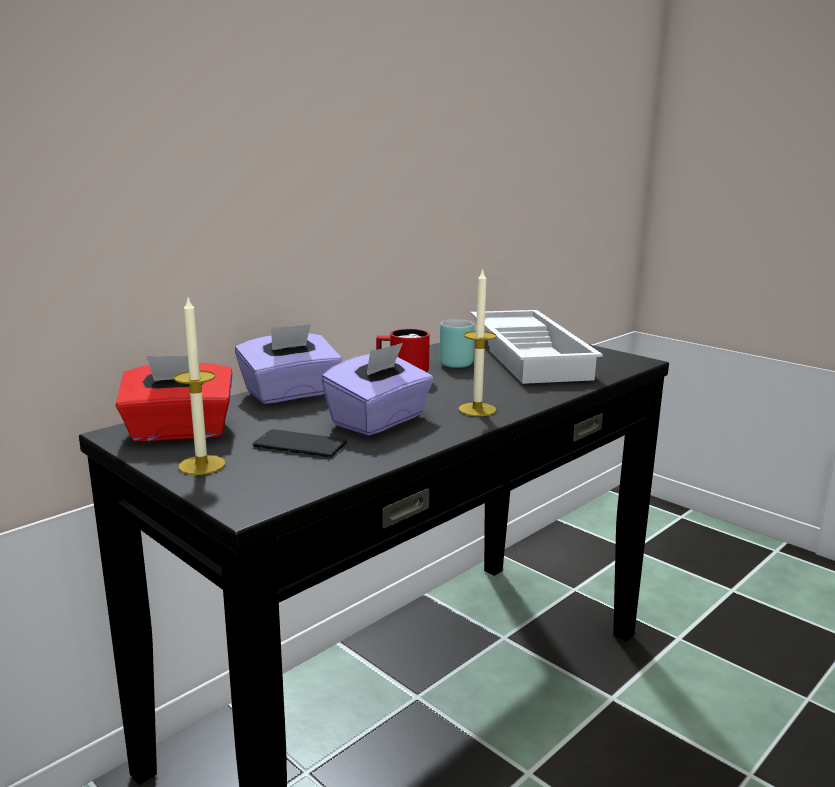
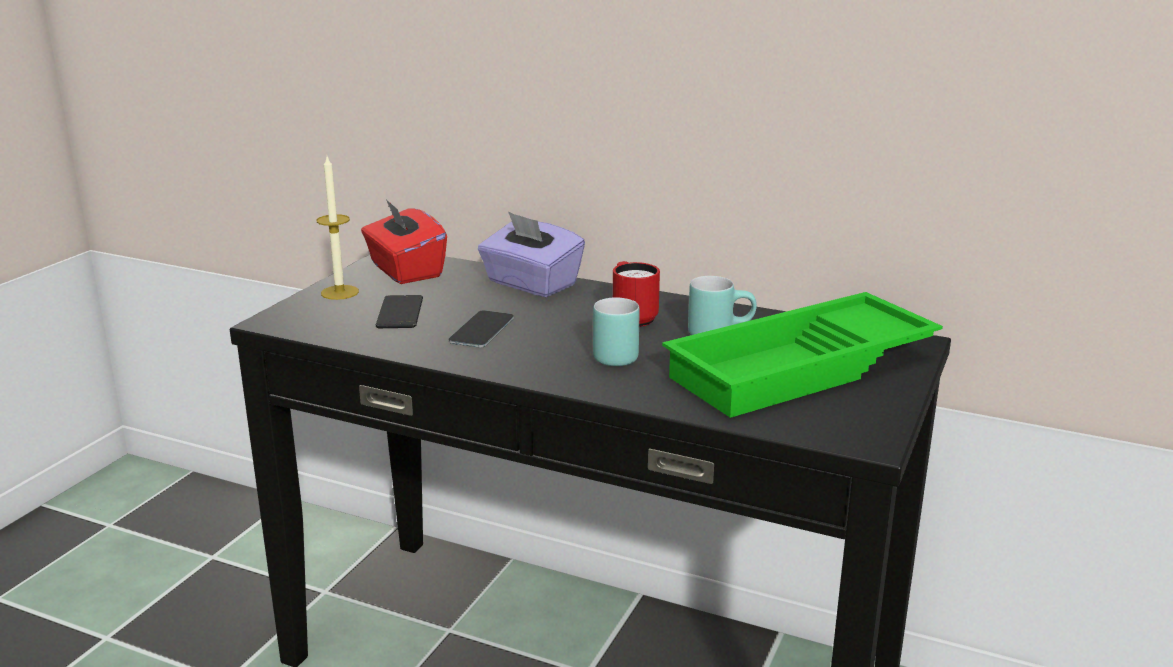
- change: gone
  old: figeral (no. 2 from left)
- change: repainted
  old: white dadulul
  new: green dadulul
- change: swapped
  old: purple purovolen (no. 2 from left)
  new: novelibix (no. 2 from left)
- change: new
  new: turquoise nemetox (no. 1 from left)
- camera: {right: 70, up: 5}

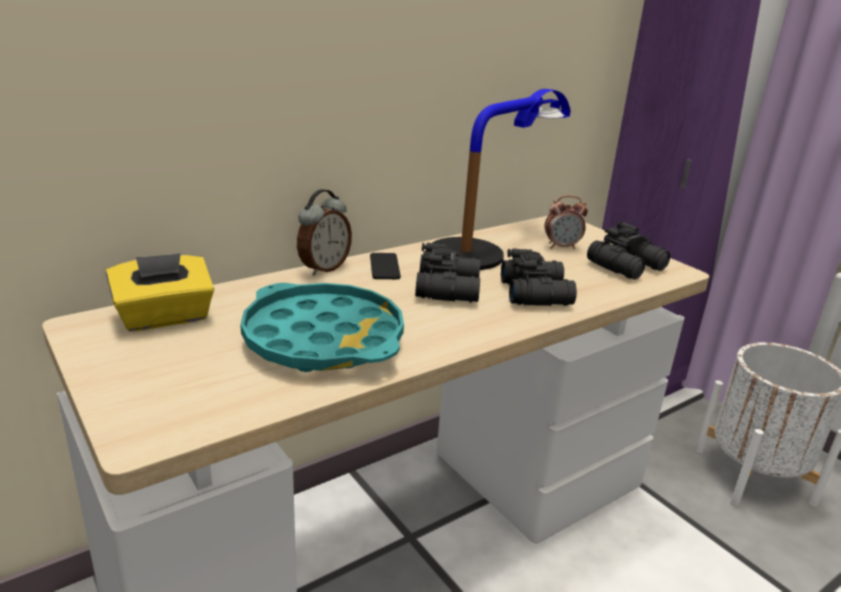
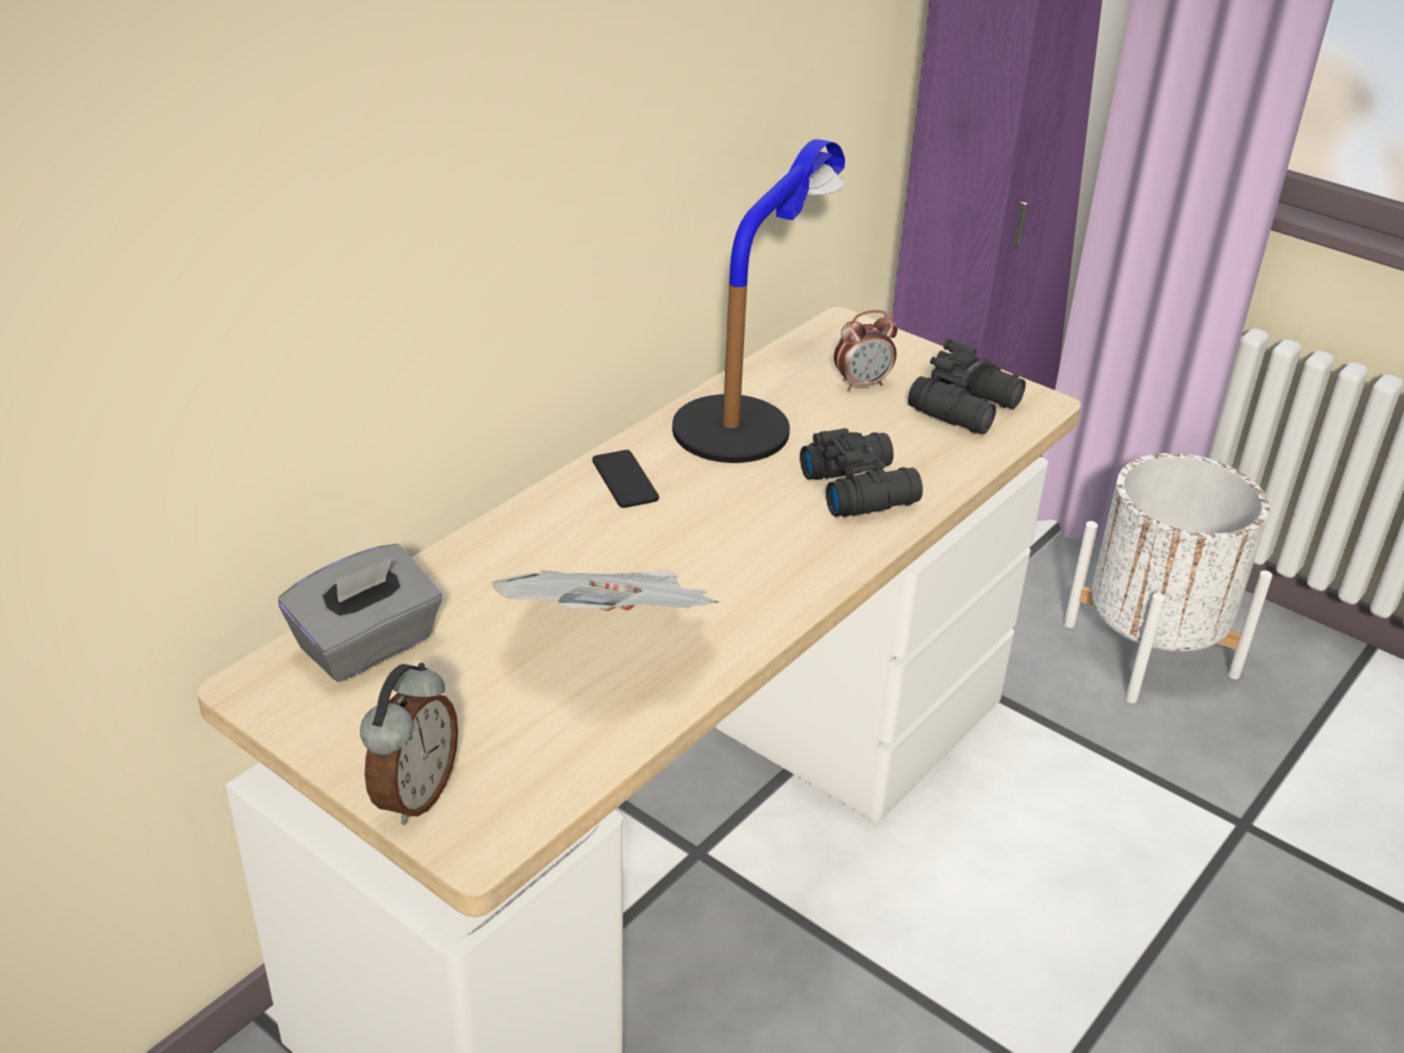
- change: shifted
  old: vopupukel (no. 1 from left)
- change: gone
  old: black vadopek (no. 1 from left)
- change: repainted
  old: yellow purovolen
  new: grey purovolen
- change: swapped
  old: turquoise dadulul
  new: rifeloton
- camera: {right: -15, up: 10}

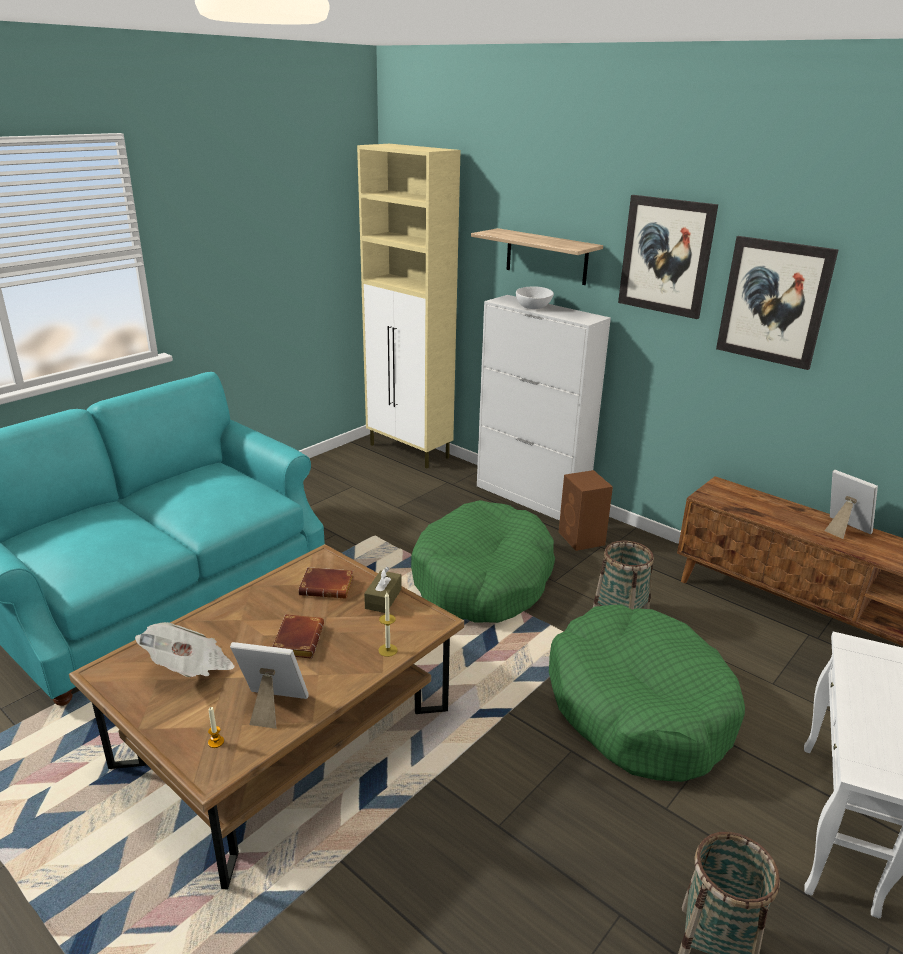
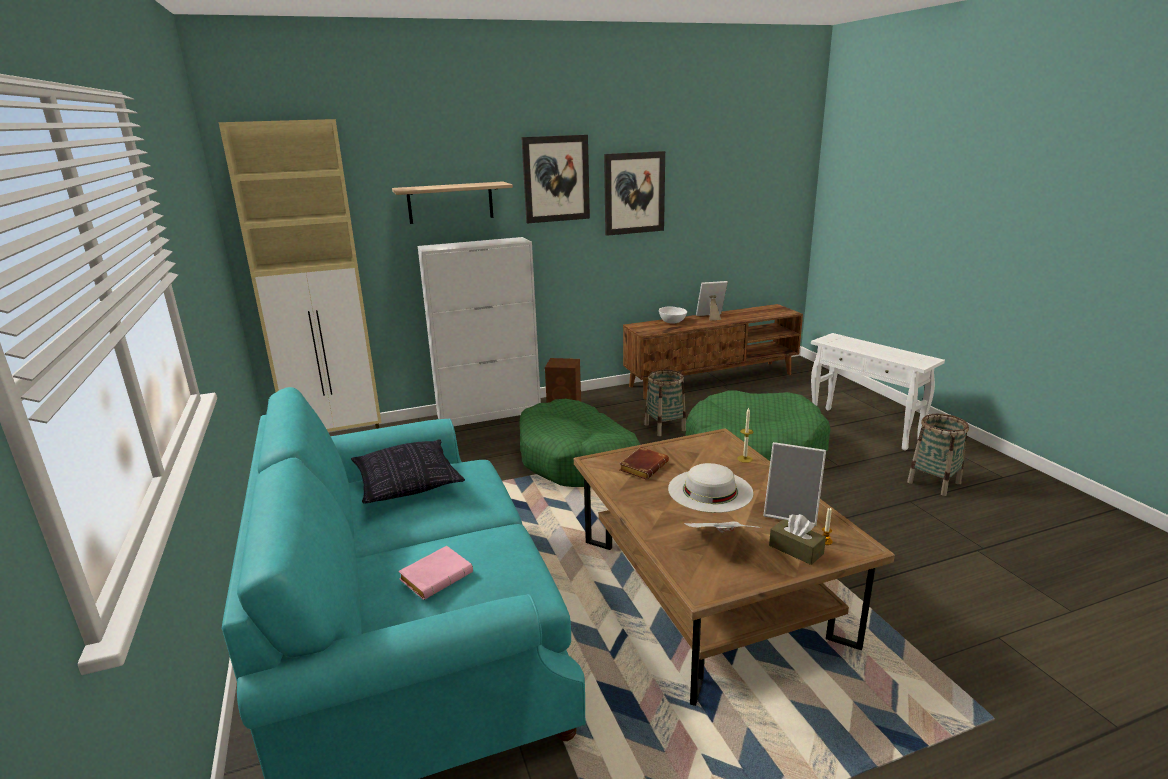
- change: shifted
  old: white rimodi
- change: shifted
  old: brown purovolen
- change: swapped
  old: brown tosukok (no. 1 from left)
  new: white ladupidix
- change: rotated
  old: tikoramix (no. 1 from left in the first image)
  degrees: -105
- change: new
  new: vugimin
- change: new
  new: pink tosukok
- camera: {right: -60, up: -5}

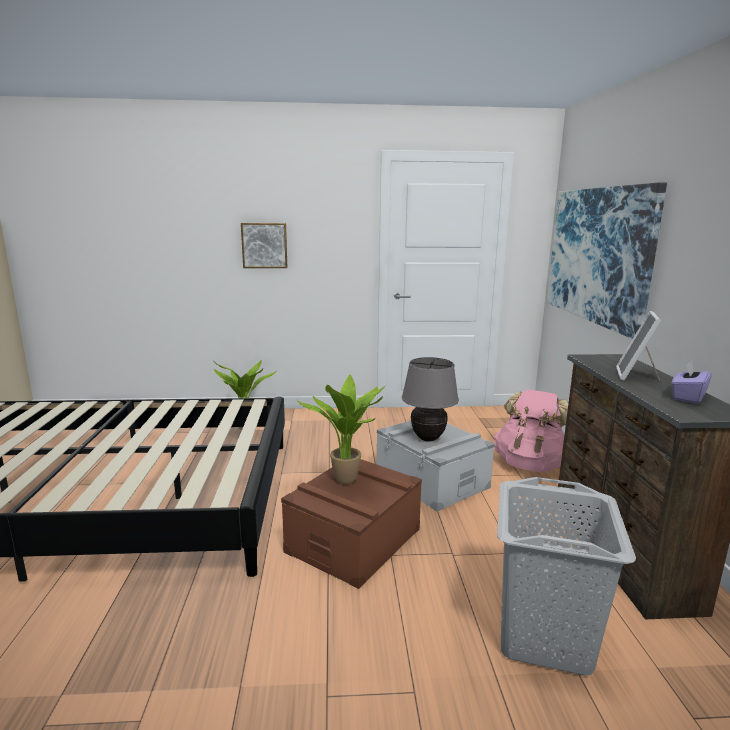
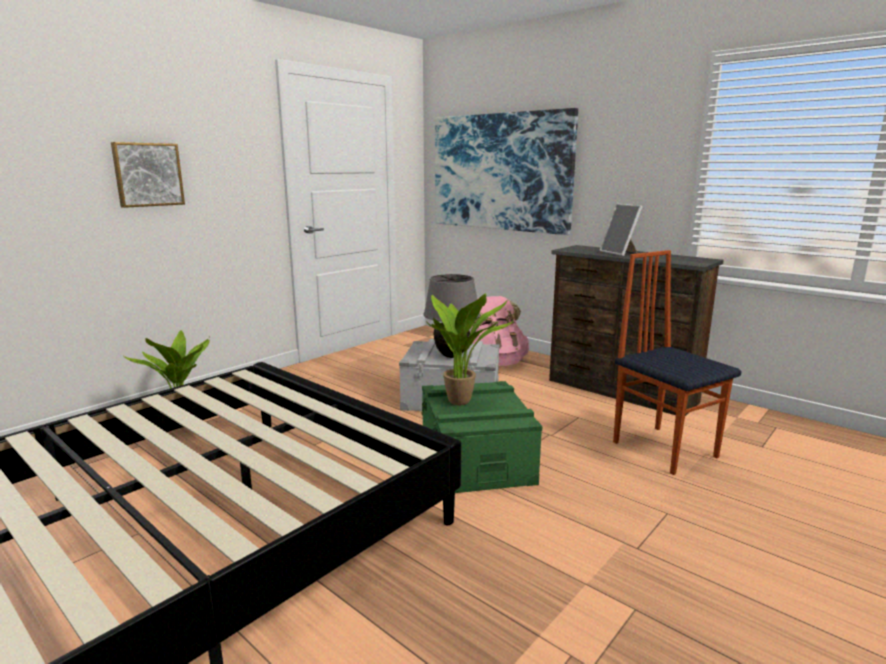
- change: gone
  old: purple purovolen
- change: repainted
  old: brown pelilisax
  new: green pelilisax
- change: swapped
  old: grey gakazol
  new: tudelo
- camera: {right: -45, up: 0}

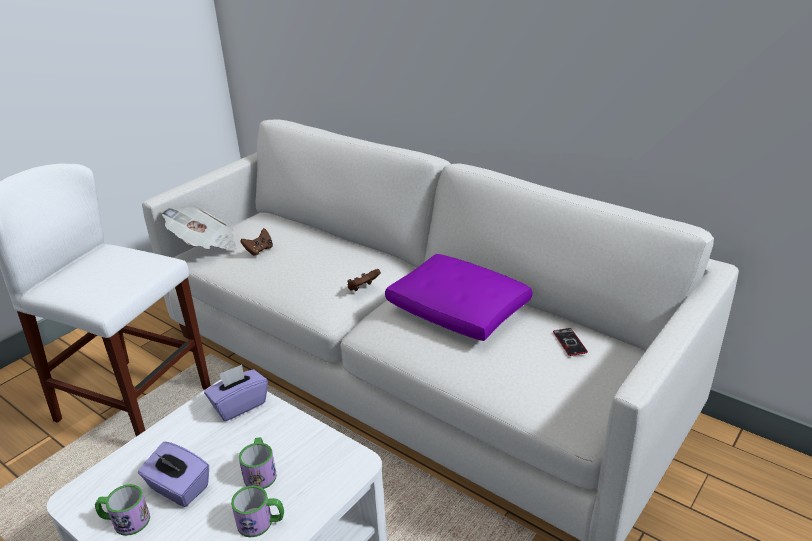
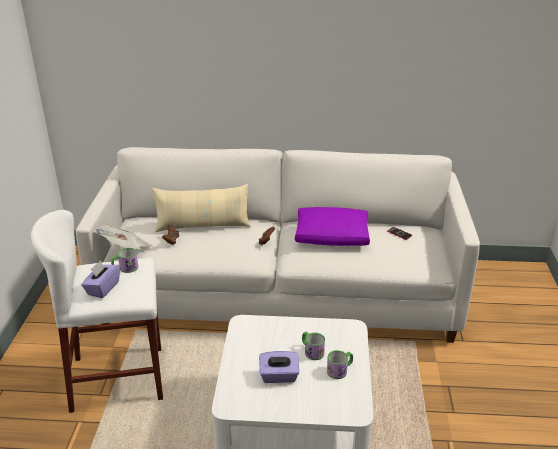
- change: shifted
  old: purple purovolen (no. 2 from left in the first image)
  new: purple purovolen (no. 1 from left)
- change: shifted
  old: nemetox (no. 1 from left)
- change: new
  new: beige vugimin
- camera: {right: -35, up: 0}

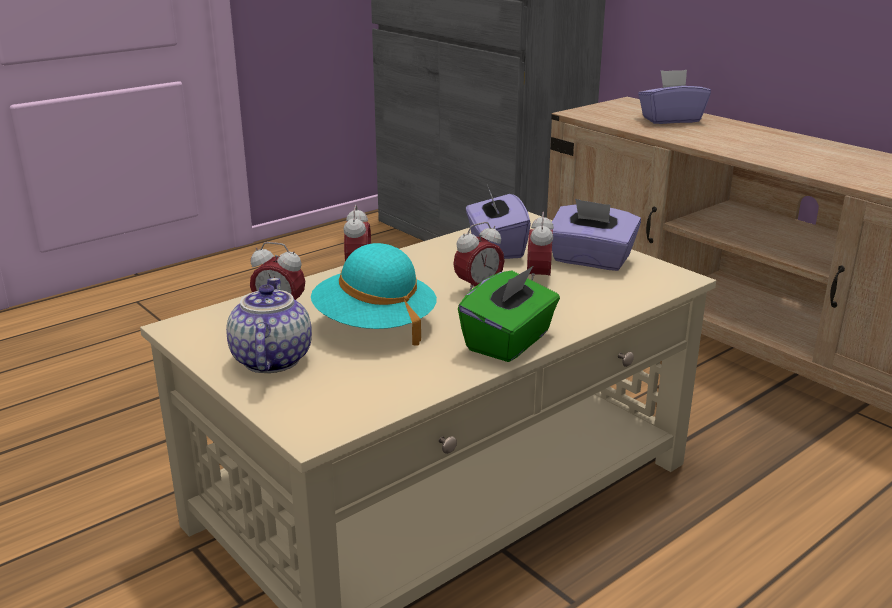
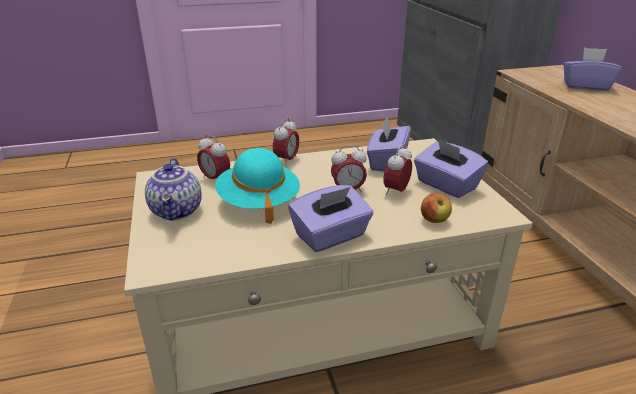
- change: repainted
  old: green purovolen
  new: purple purovolen (no. 1 from left)
- change: rotated
  old: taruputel
  degrees: 150
- change: new
  new: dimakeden
- camera: {right: 25, up: 5}

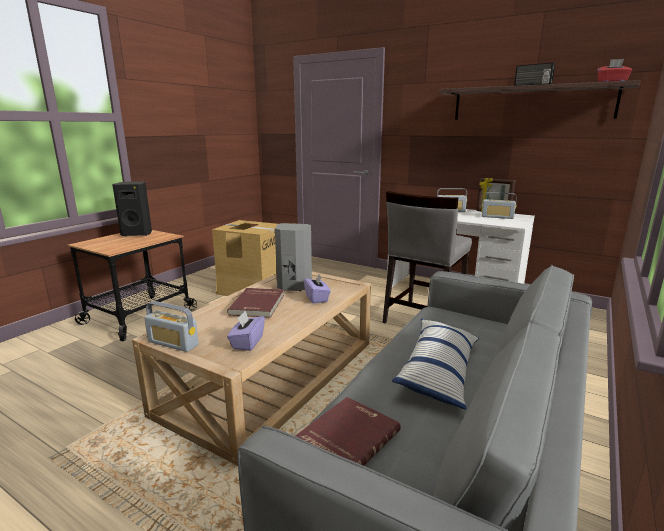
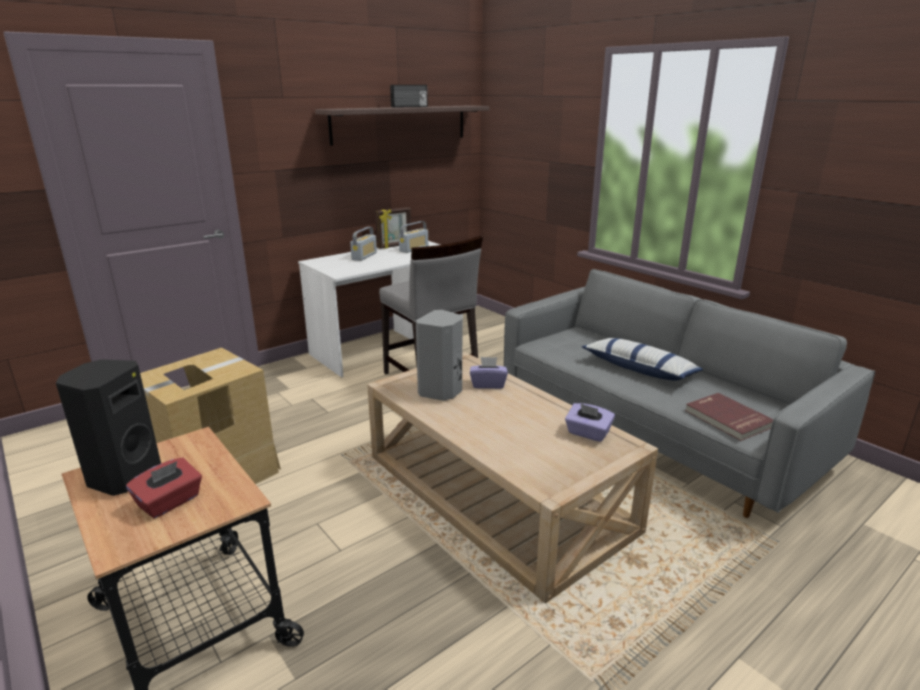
- change: shifted
  old: red purovolen
- change: gone
  old: red tosukok (no. 1 from left)
- change: gone
  old: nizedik (no. 1 from left)
- camera: {right: -70, up: 5}

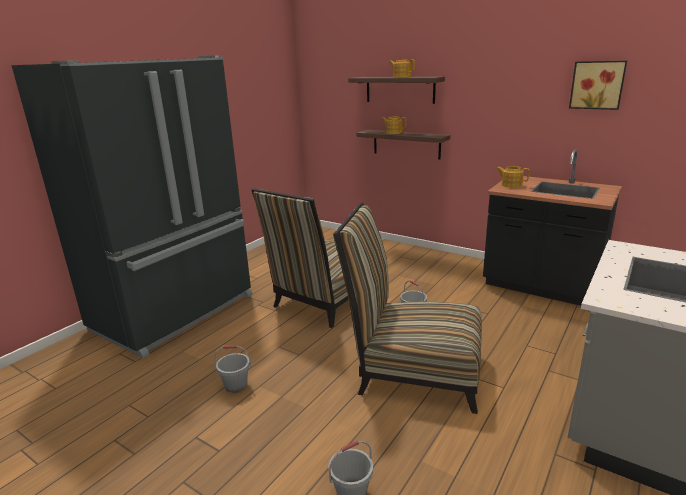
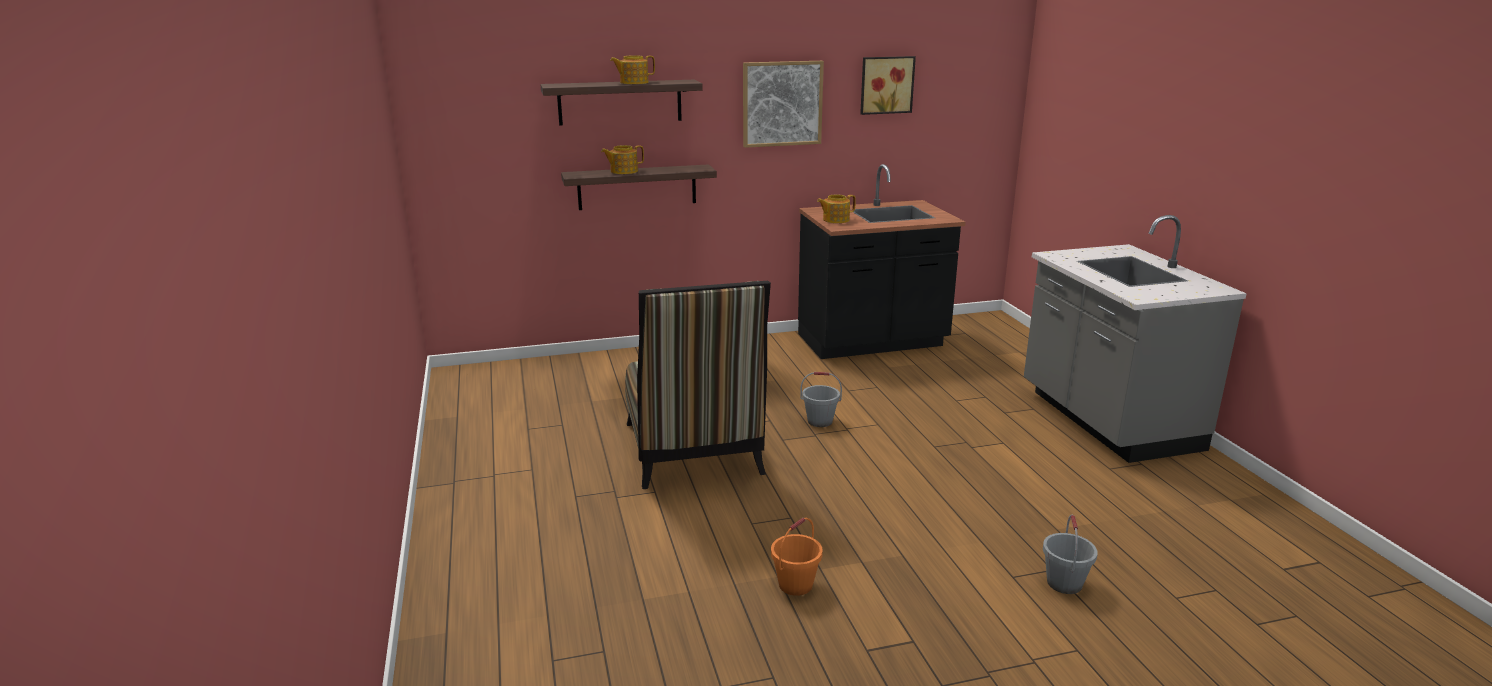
- change: gone
  old: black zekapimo
- change: gone
  old: tudelo (no. 2 from left)
- change: repainted
  old: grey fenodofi (no. 1 from left)
  new: orange fenodofi
- change: new
  new: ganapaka (no. 1 from left)
- camera: {right: -50, up: 0}

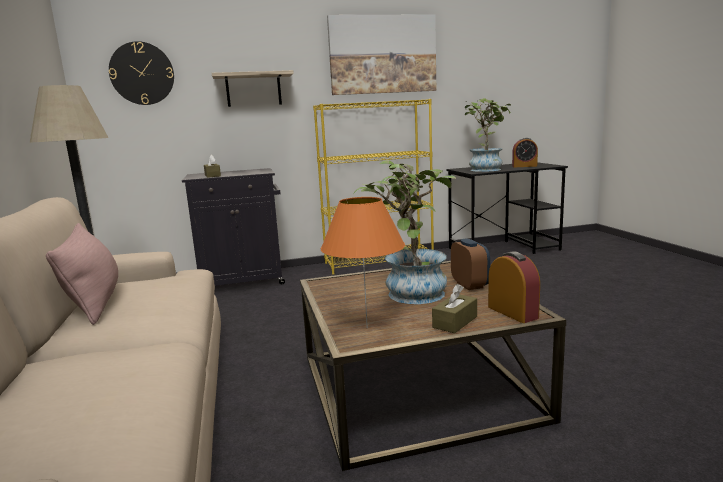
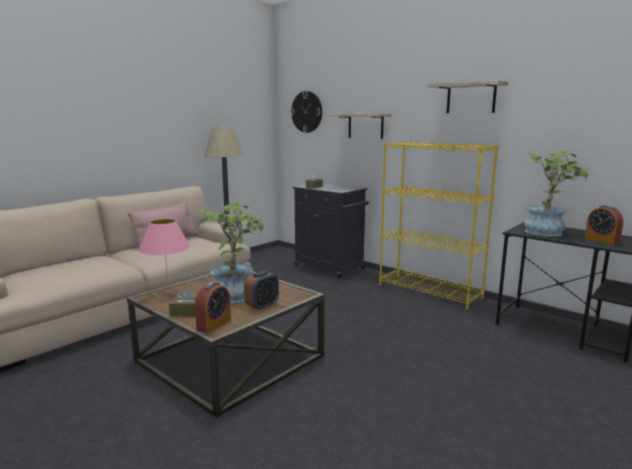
- change: swapped
  old: ganapaka
  new: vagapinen (no. 2 from left)
- change: repainted
  old: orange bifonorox
  new: pink bifonorox
- camera: {right: 55, up: 0}

